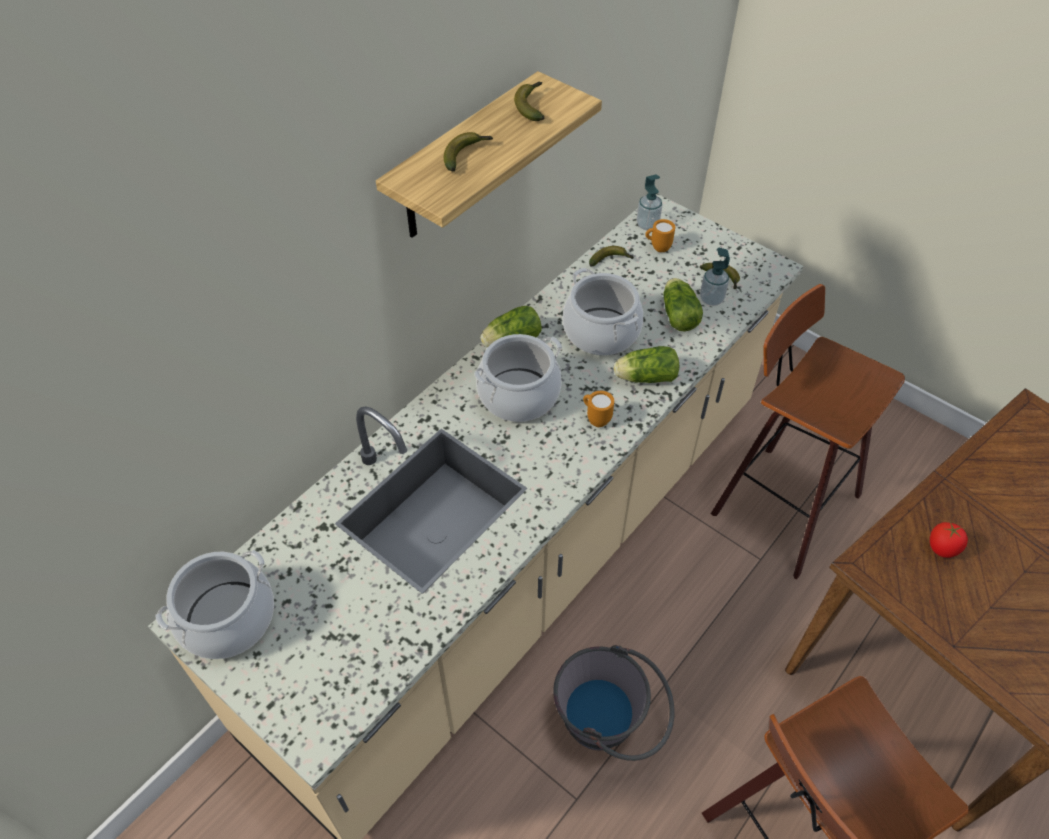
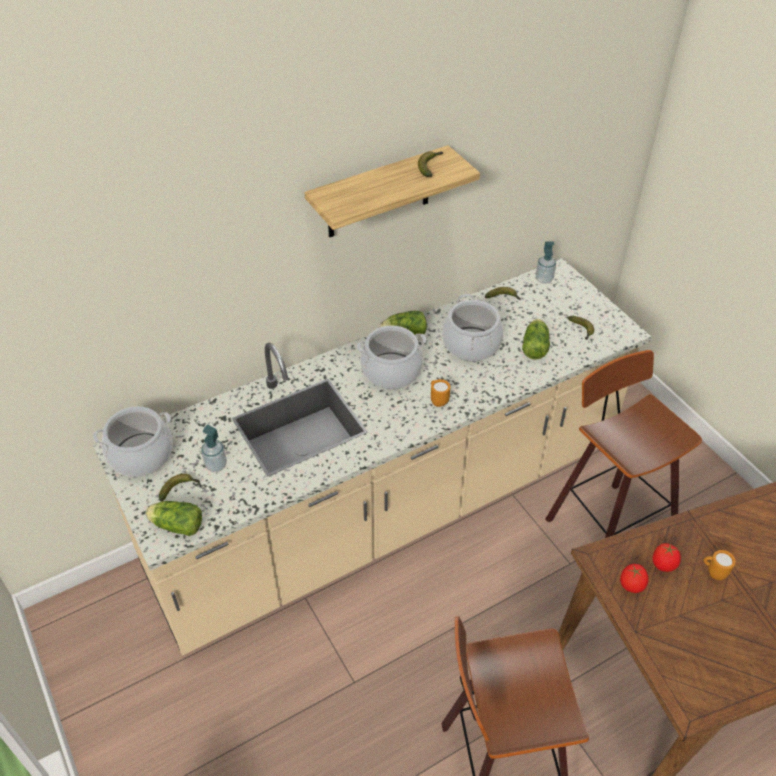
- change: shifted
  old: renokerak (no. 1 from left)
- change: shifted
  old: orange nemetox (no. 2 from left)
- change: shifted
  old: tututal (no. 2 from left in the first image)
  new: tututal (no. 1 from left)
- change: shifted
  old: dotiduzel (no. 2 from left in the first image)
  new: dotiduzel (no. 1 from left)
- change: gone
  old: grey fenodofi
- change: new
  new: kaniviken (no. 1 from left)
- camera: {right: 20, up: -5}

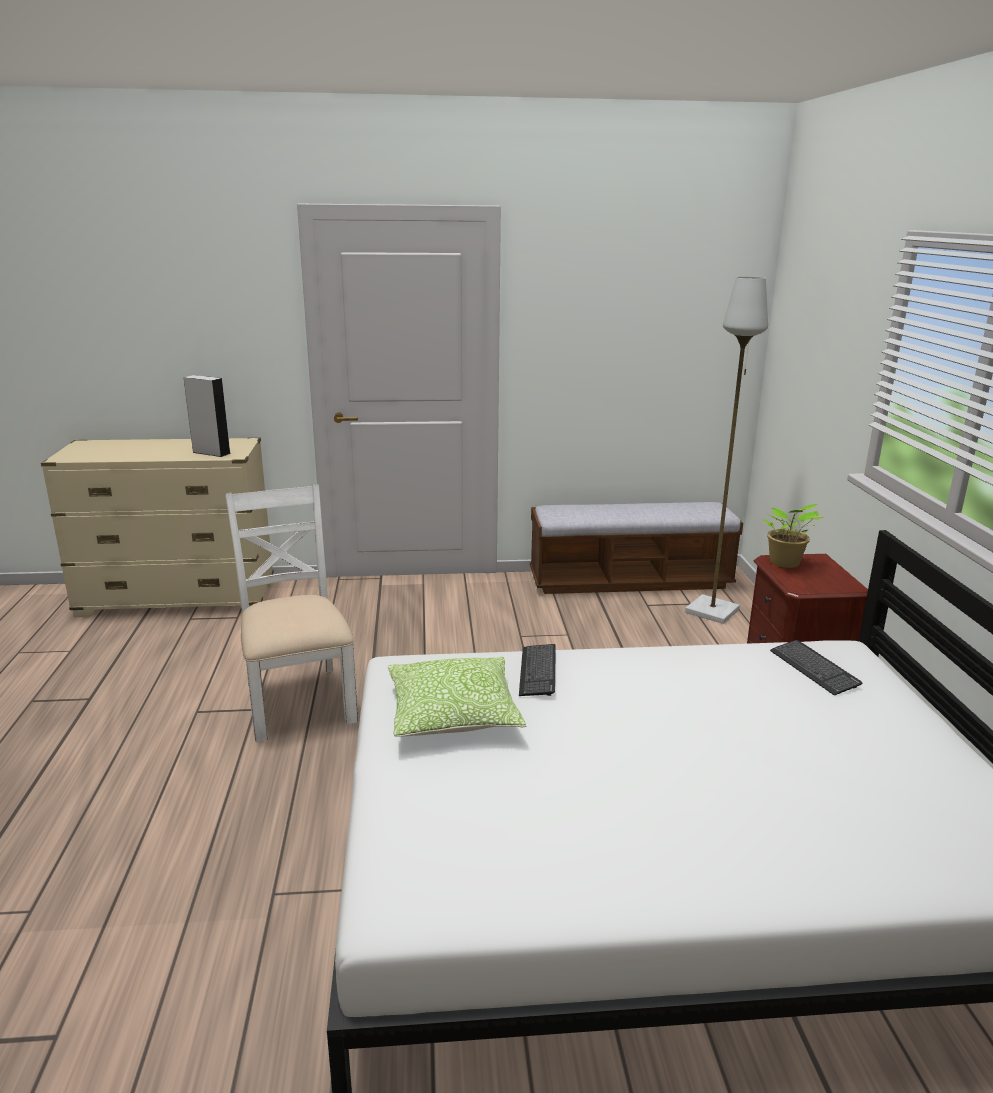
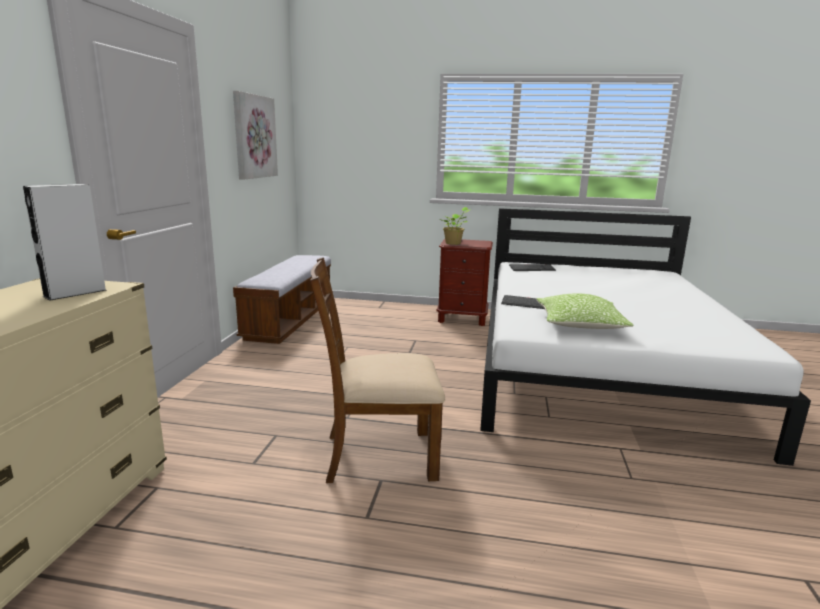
- change: gone
  old: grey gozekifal
- change: repainted
  old: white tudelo
  new: brown tudelo
- change: new
  new: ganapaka
- camera: {right: -75, up: -5}

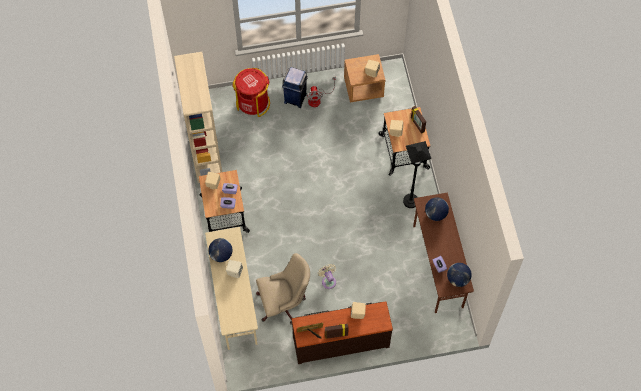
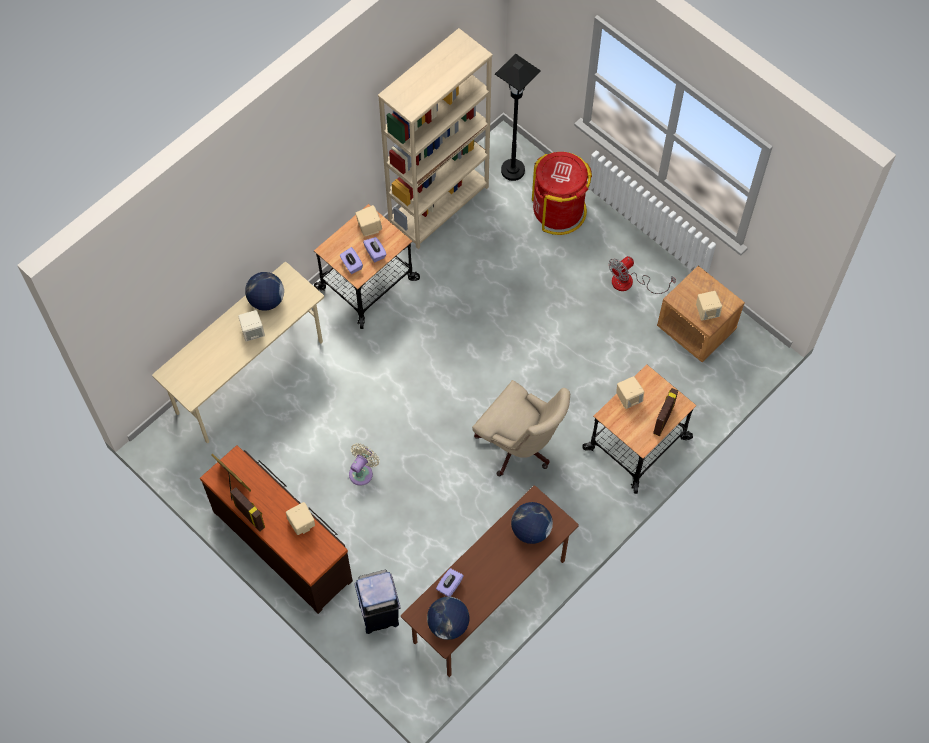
- change: shifted
  old: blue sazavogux
- change: shifted
  old: black gozekifal
- change: shifted
  old: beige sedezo
- camera: {right: 55, up: 0}

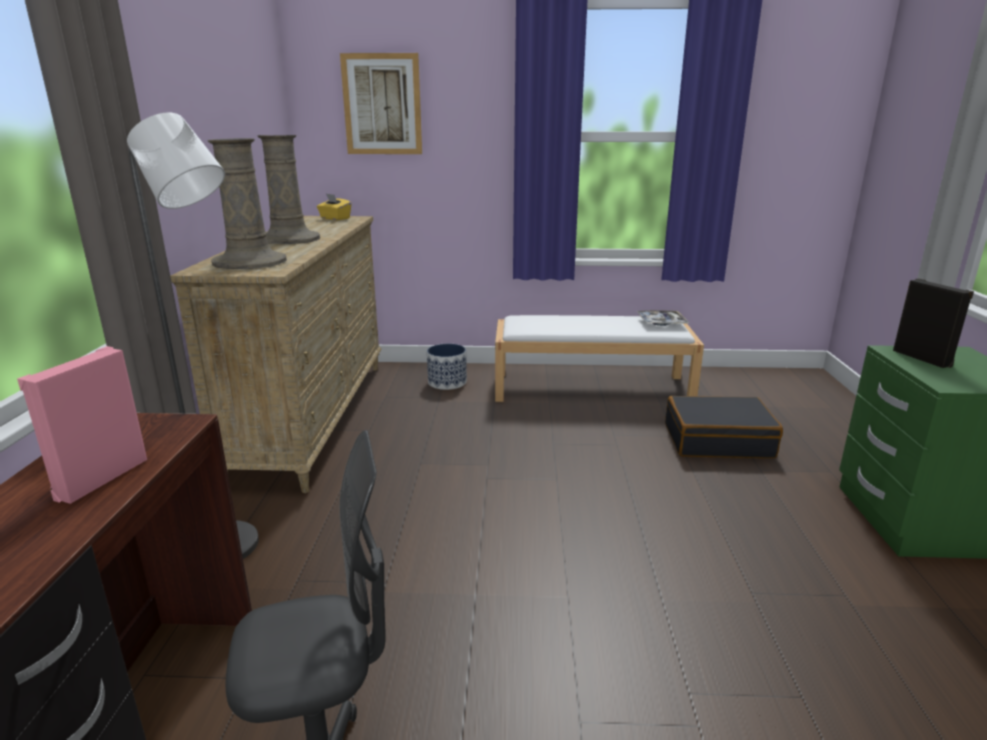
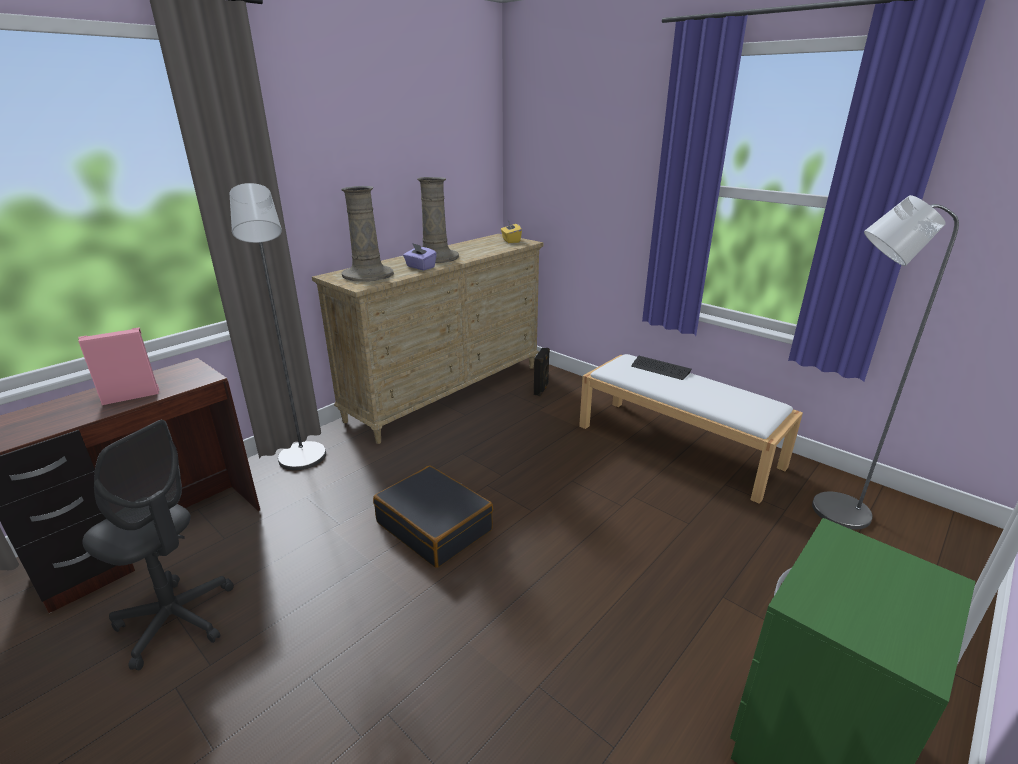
- change: gone
  old: ganapaka
- change: shifted
  old: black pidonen
- change: gone
  old: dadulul
- change: gone
  old: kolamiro
- change: shifted
  old: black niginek
- change: new
  new: grey gozekifal (no. 2 from left)
- change: new
  new: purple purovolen
- change: new
  new: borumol
- camera: {right: 40, up: 5}

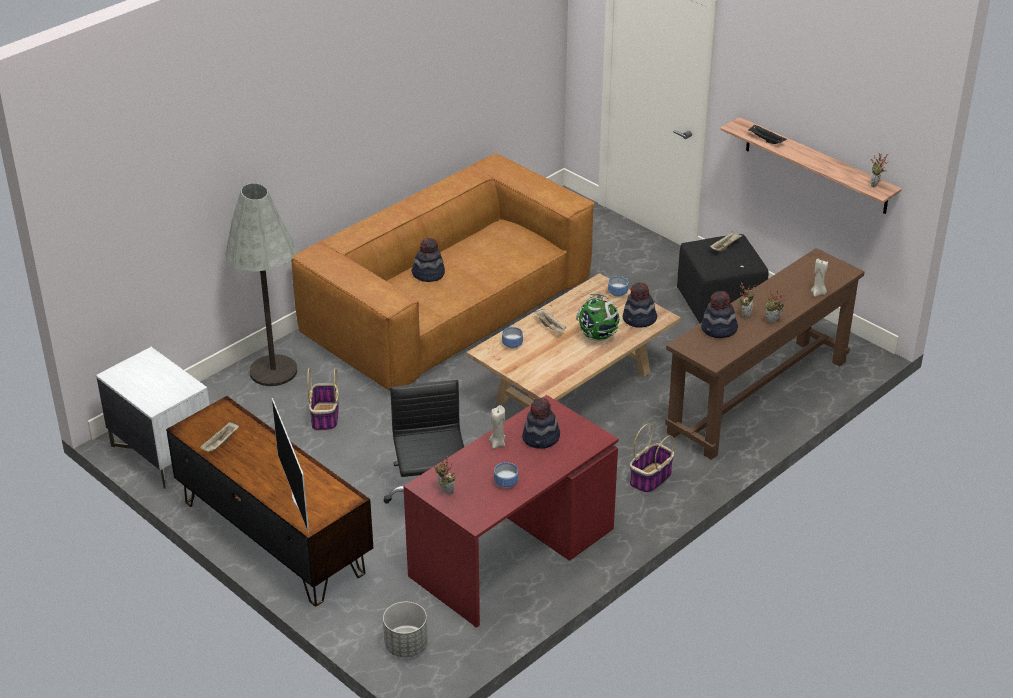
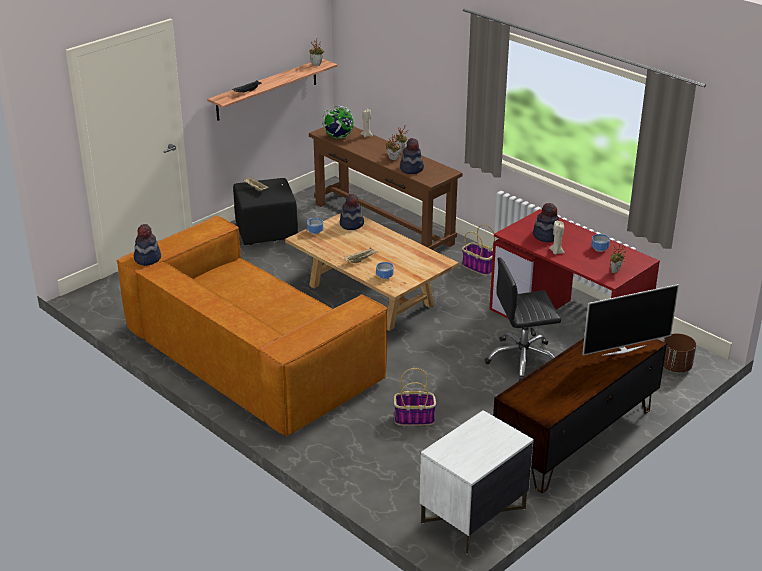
- change: gone
  old: grey gozekifal
- change: shifted
  old: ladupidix (no. 1 from left)
- change: shifted
  old: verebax
- change: gone
  old: beige dadulul (no. 1 from left)
- change: repainted
  old: grey kolamiro
  new: brown kolamiro
- camera: {right: -90, up: -5}

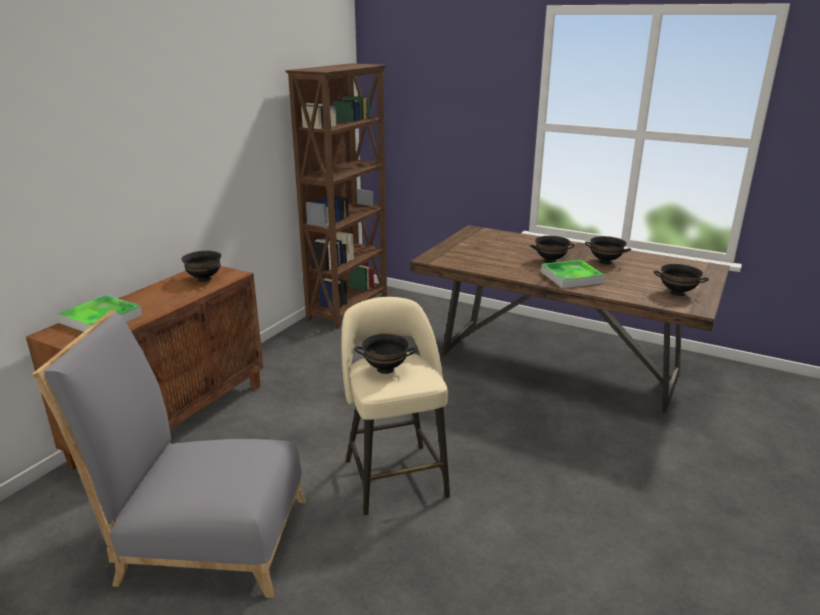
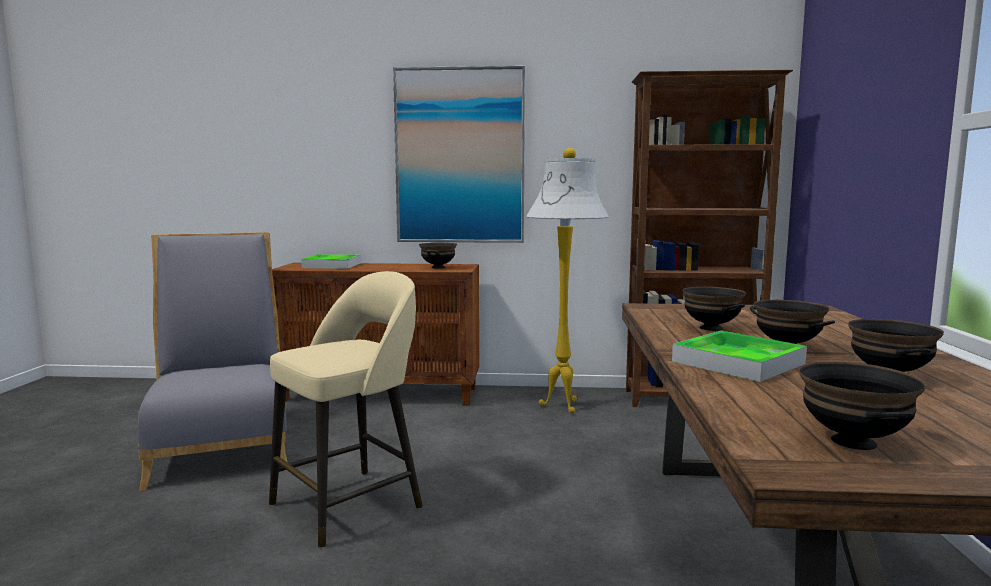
- change: shifted
  old: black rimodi (no. 2 from left)
- change: new
  new: ganapaka
- change: new
  new: white gozekifal
- camera: {right: 65, up: -15}

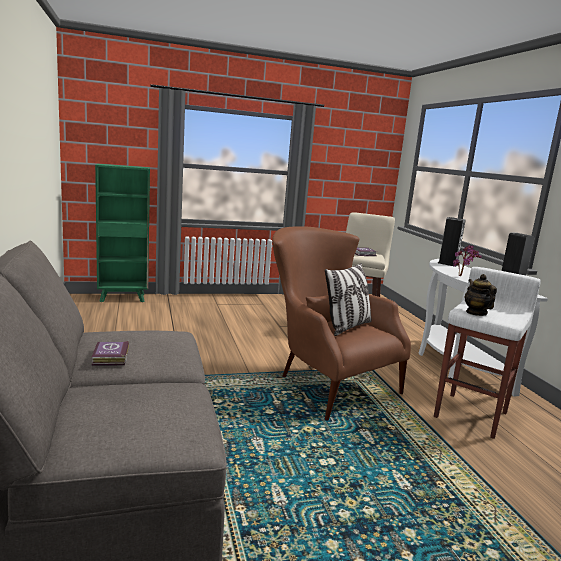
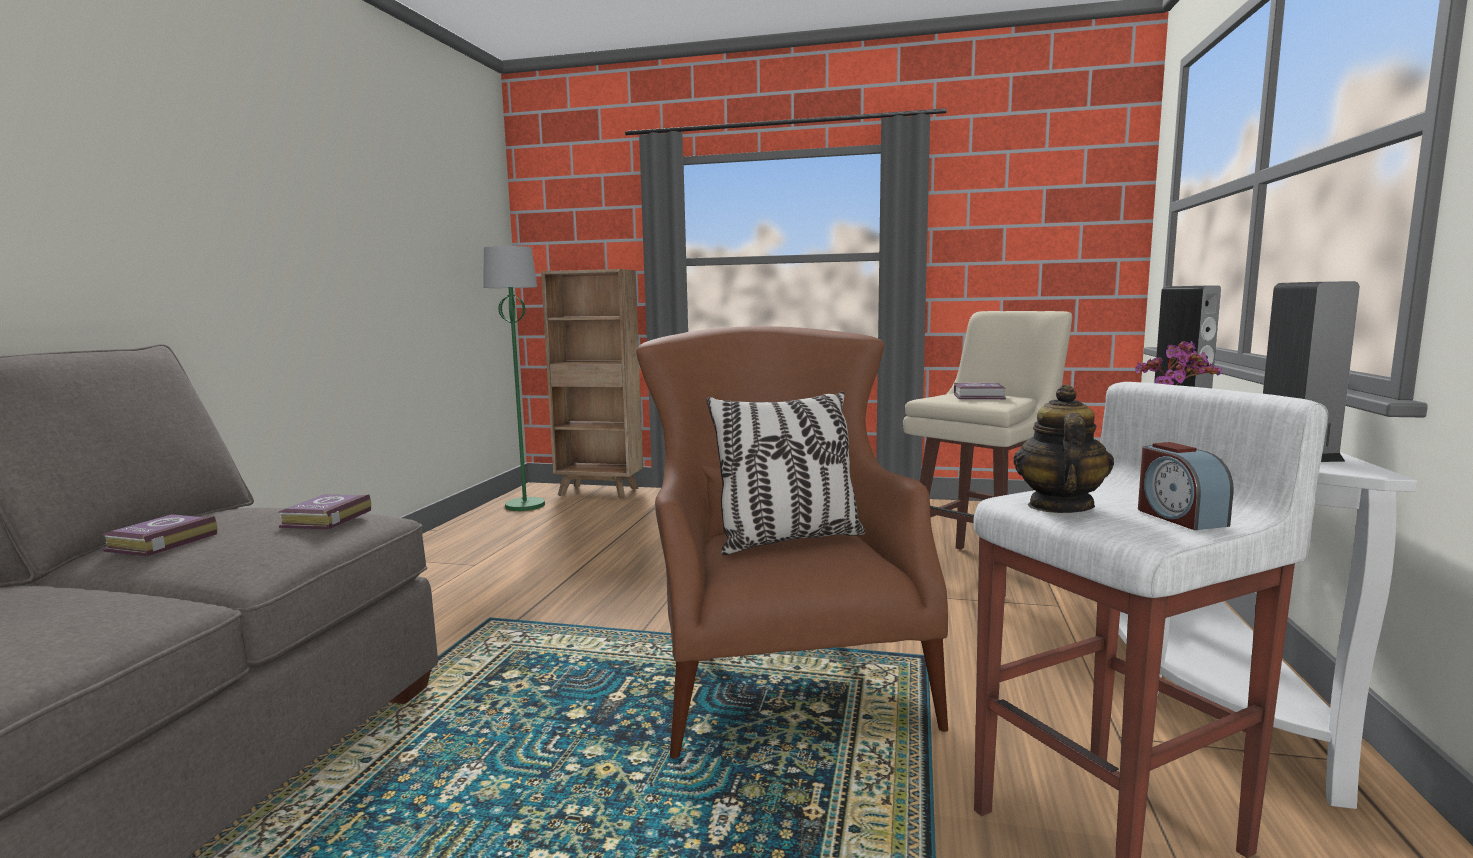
- change: repainted
  old: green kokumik
  new: brown kokumik
- change: new
  new: green gozekifal
- change: new
  new: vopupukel
- change: new
  new: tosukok (no. 2 from left)
- camera: {right: 30, up: -5}

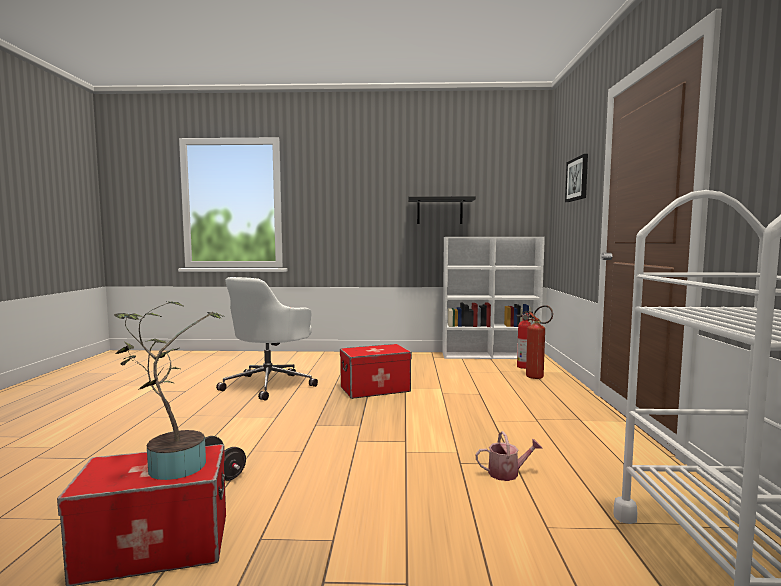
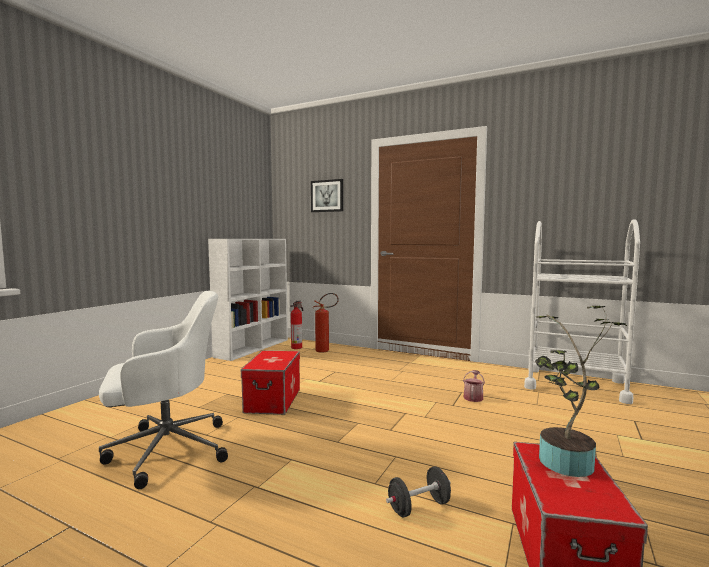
- change: gone
  old: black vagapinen
- change: rotated
  old: white sedezo
  degrees: -75
- camera: {right: -65, up: 0}

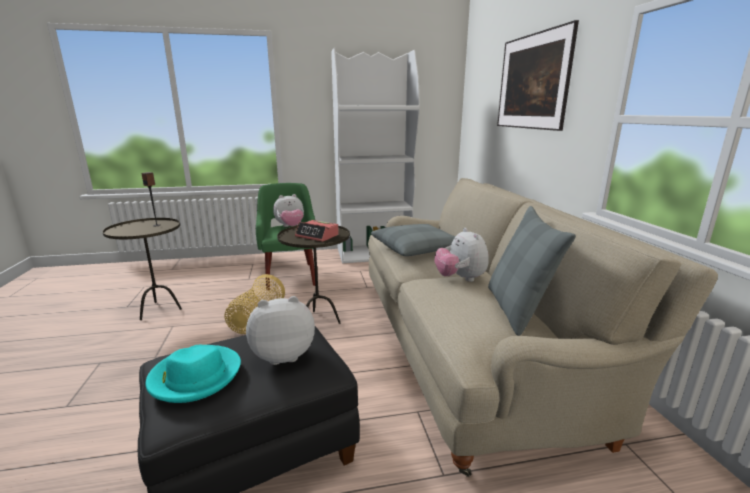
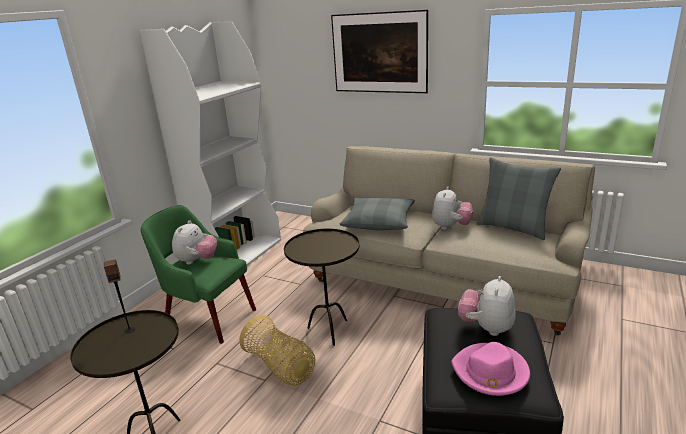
- change: gone
  old: vopupukel
- change: rotated
  old: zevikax (no. 3 from left in the first image)
  degrees: -90
- change: repainted
  old: turquoise ladupidix
  new: pink ladupidix
- camera: {right: -50, up: 5}

